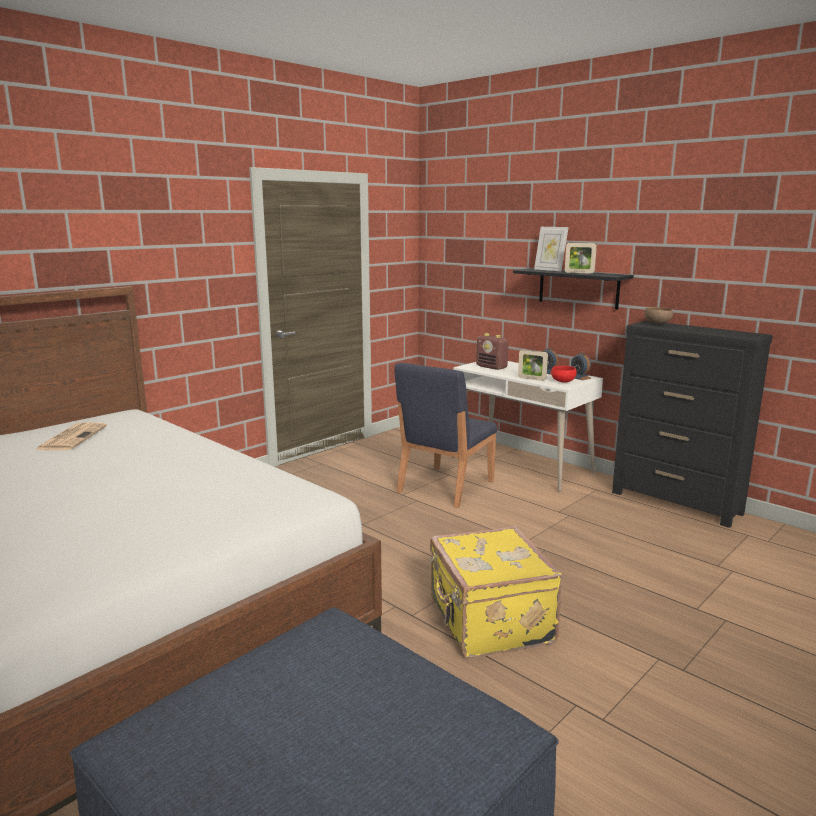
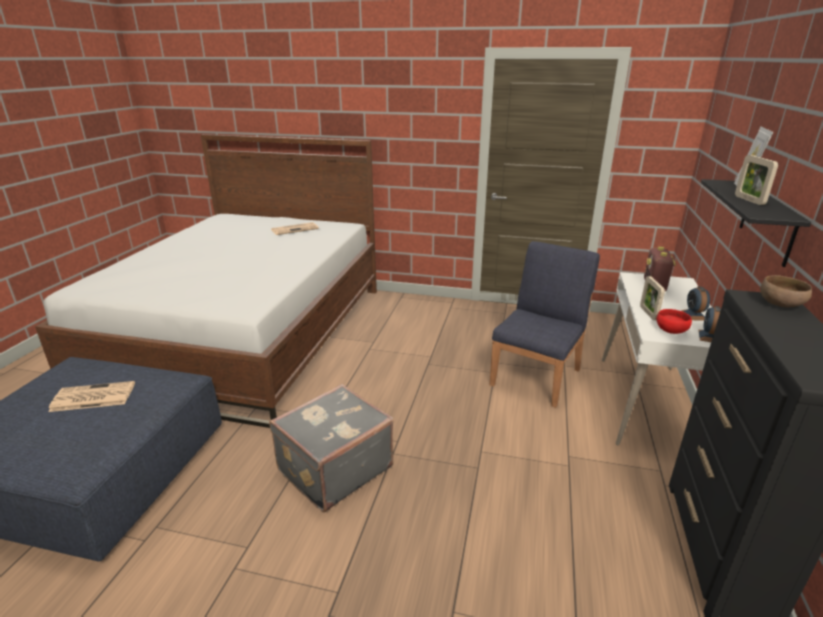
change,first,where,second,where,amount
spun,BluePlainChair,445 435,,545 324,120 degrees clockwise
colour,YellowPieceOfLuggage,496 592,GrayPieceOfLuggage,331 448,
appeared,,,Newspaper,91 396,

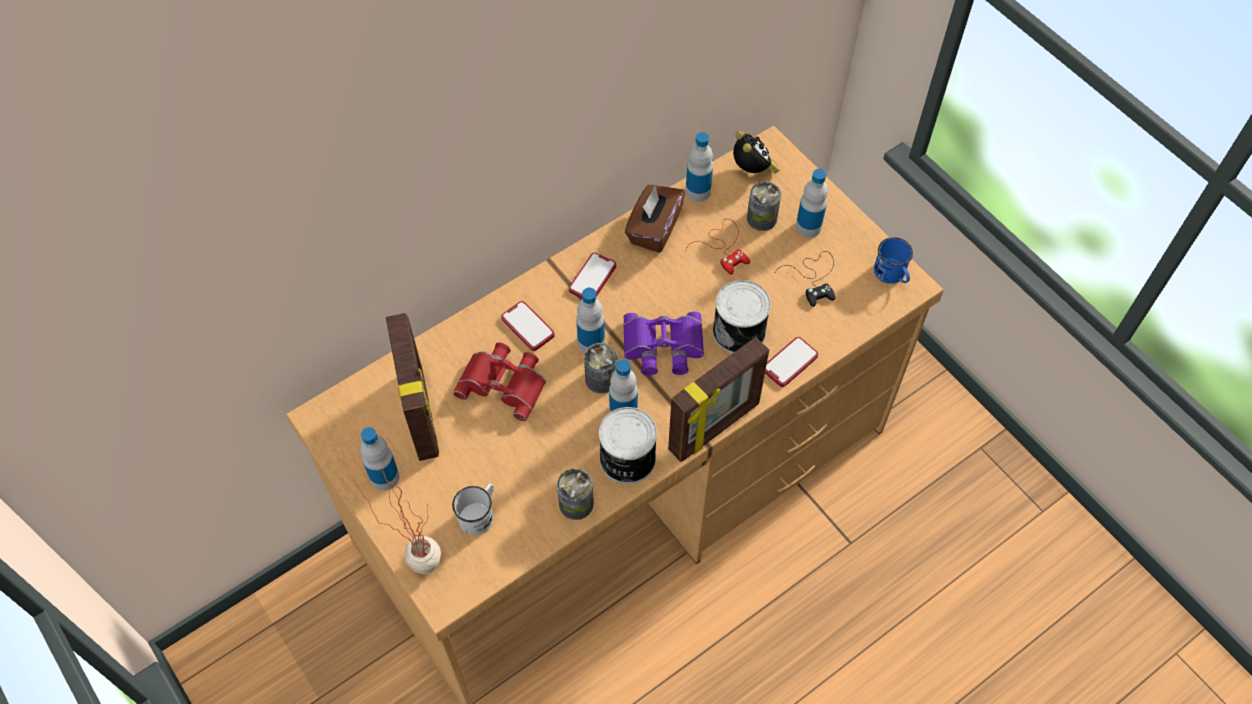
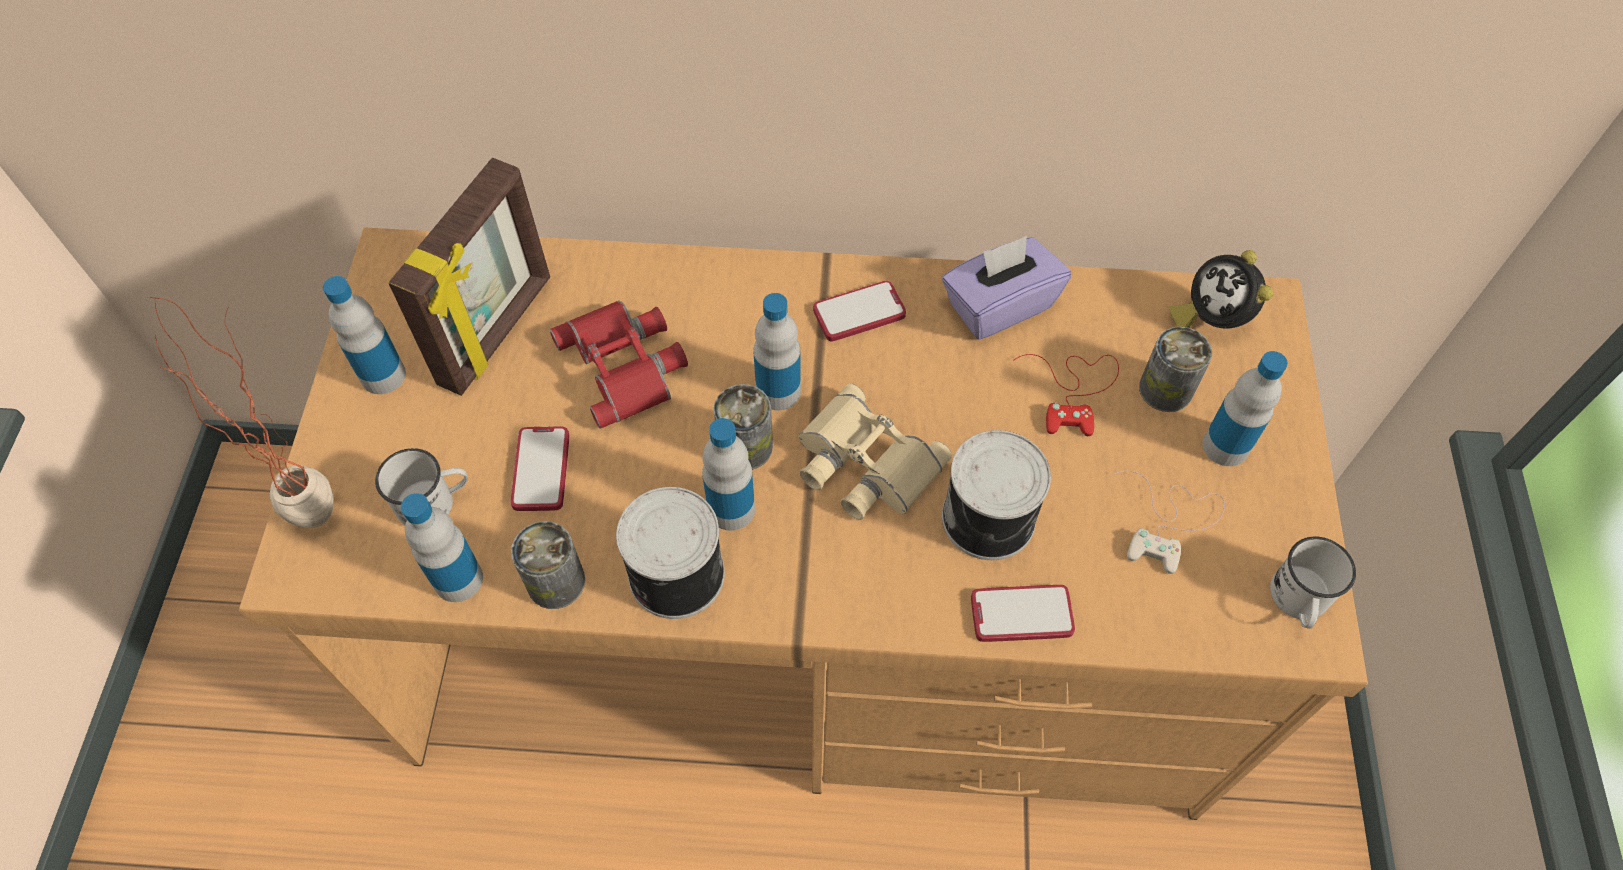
change,first,where,second,where,amount
relocated,Handset,528 326,,539 469,
colour,PurpleBinoculars,663 343,BeigeBinoculars,875 451,
colour,BrownishBoxOfTissues,655 219,PurpleBoxOfTissues,1006 288,
missing,StandingFrame,718 399,,,
relocated,BeverageBottle,699 167,,442 547,
spun,BedsideClock,756 152,,1221 289,135 degrees clockwise
colour,BlackishGameController,805 279,WhitishGameController,1169 522,
colour,BlueTeaMug,893 260,WhitishTeaMug,1313 583,

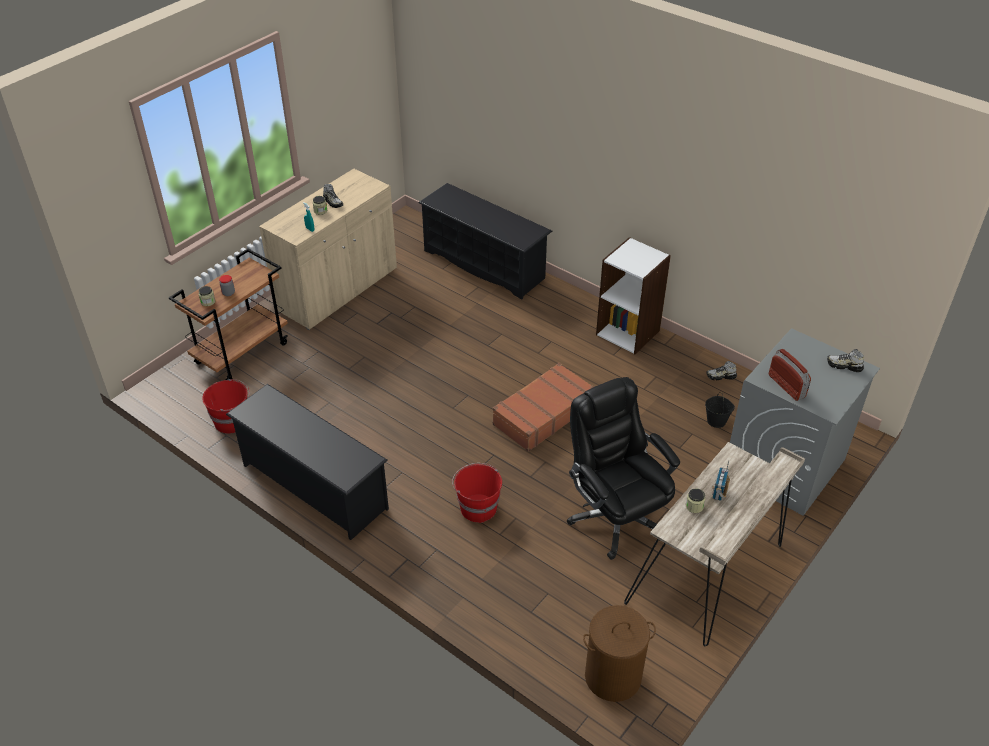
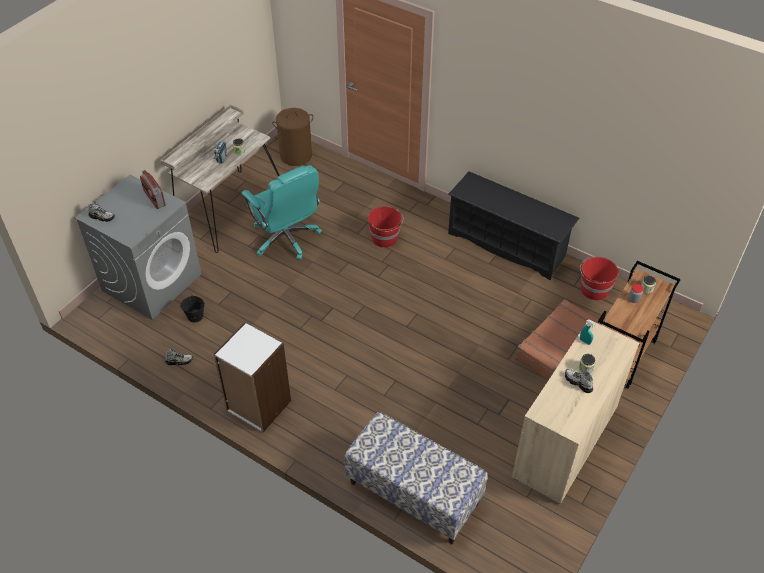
change,first,where,second,where,amount
exchanged,BlackishShoeShelf,485 241,IndoorBench,416 478,
relocated,BrownishPieceOfLuggage,543 407,,558 339,
colour,BlackishComputerChair,623 468,TurquoiseComputerChair,282 212,

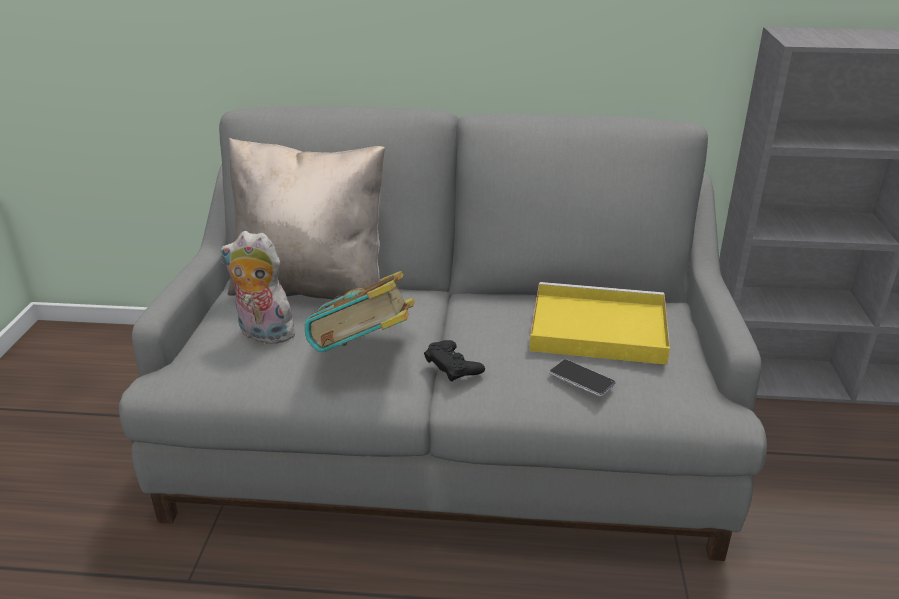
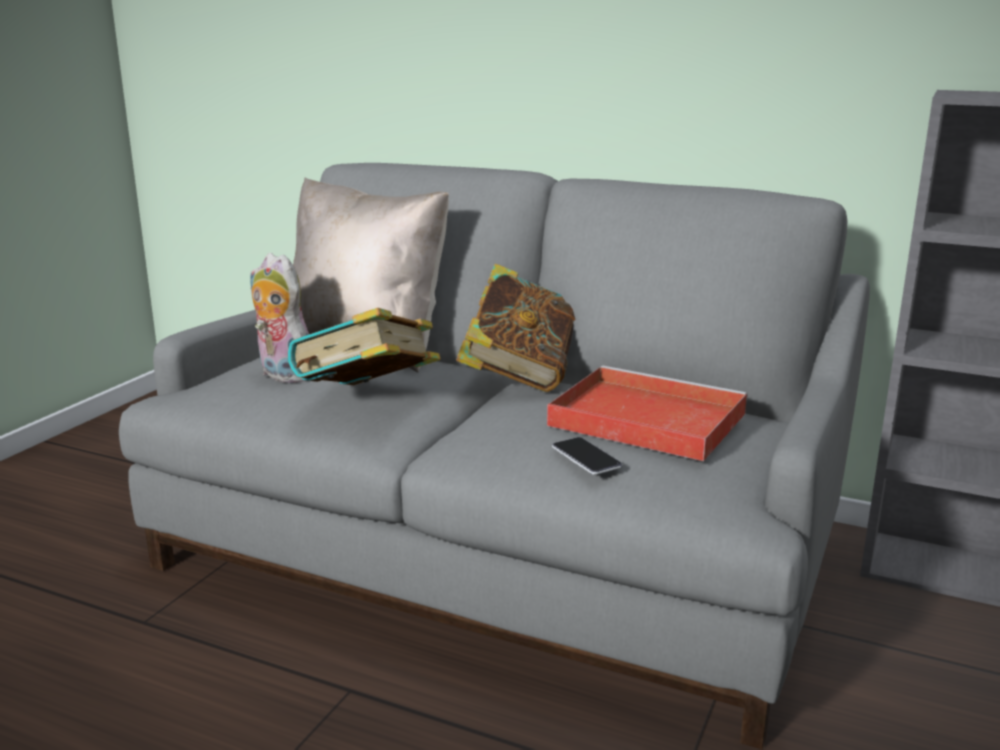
change,first,where,second,where,amount
missing,BlackishGameController,454 361,,,
colour,YellowCarryingTray,599 323,ReddishCarryingTray,647 413,
appeared,,,BoundBook,515 328,

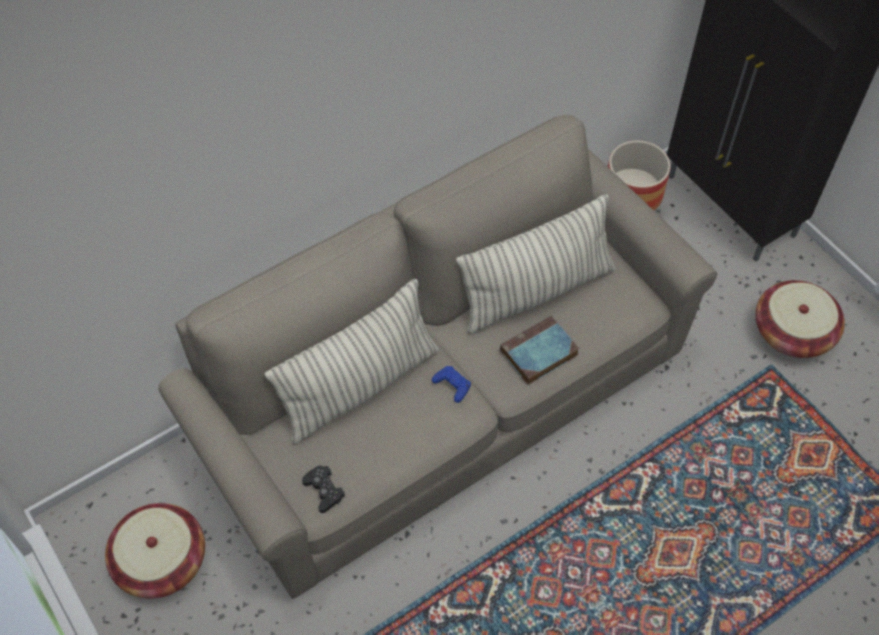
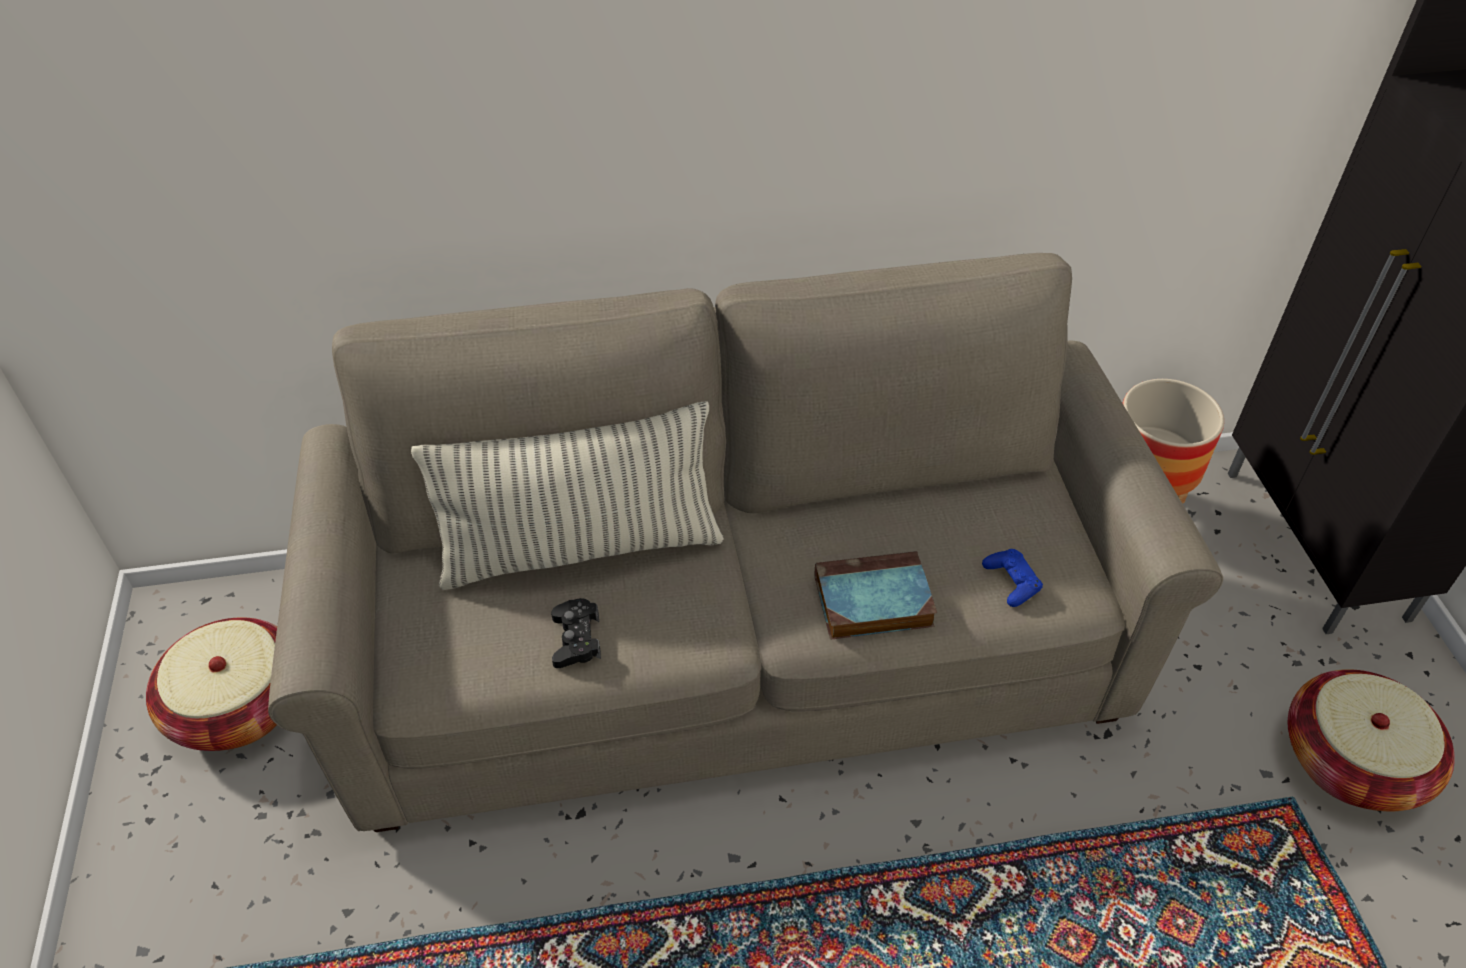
change,first,where,second,where,amount
relocated,BlackishGameController,323 489,,576 633,
relocated,BlueGameController,451 384,,1012 578,
missing,Cushion,535 264,,,

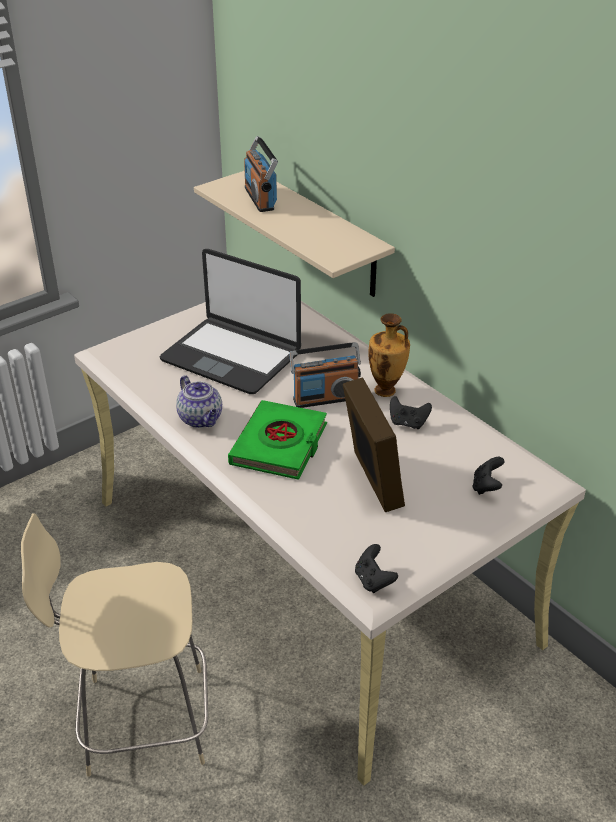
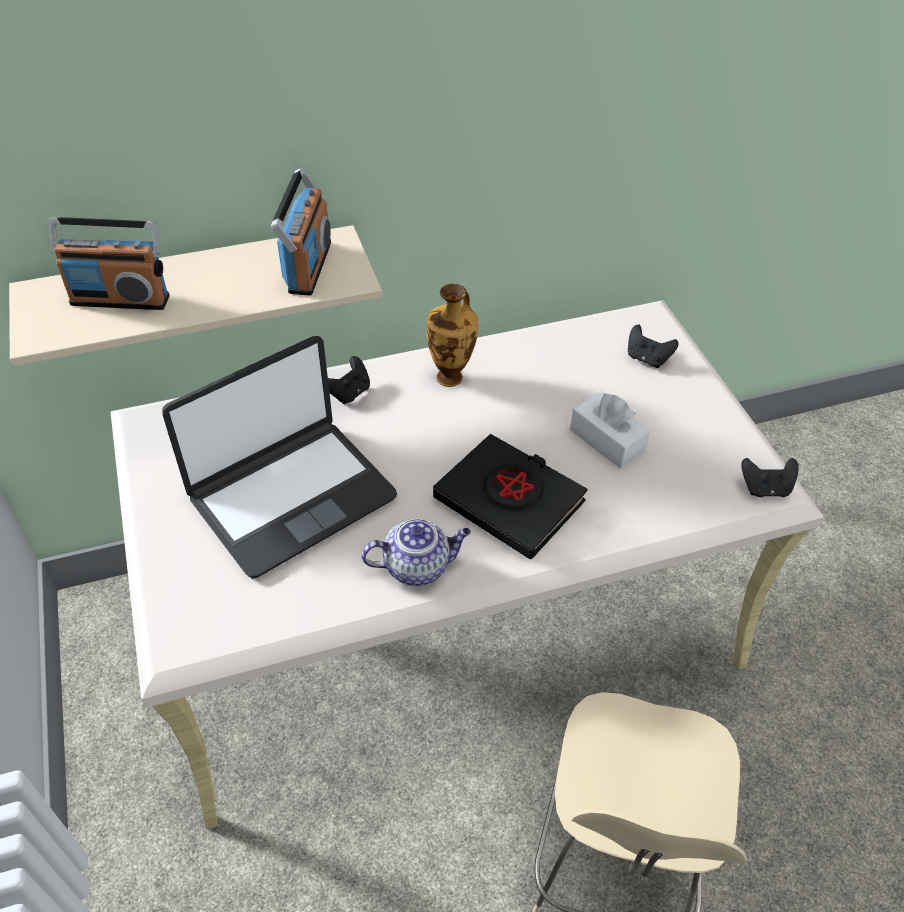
change,first,where,second,where,amount
colour,GreenColouredBoundBook,277 440,BlackishBoundBook,510 497,
relocated,RadioReceiver,325 375,,301 232,
exchanged,StandingFrame,374 444,WhitishBoxOfTissues,610 430,
relocated,BlackishGameController,411 412,,349 380,

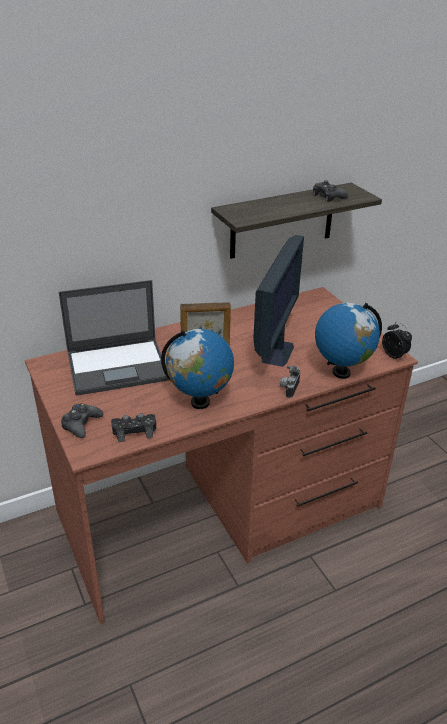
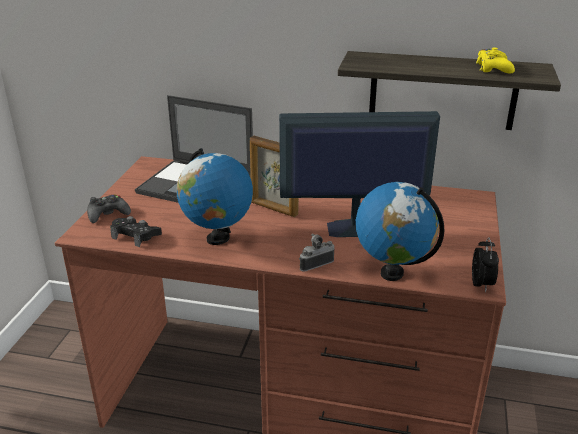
change,first,where,second,where,amount
spun,ComputerScreen,278 301,,359 174,150 degrees counterclockwise
colour,BlackishGameController,331 191,YellowGameController,495 60,

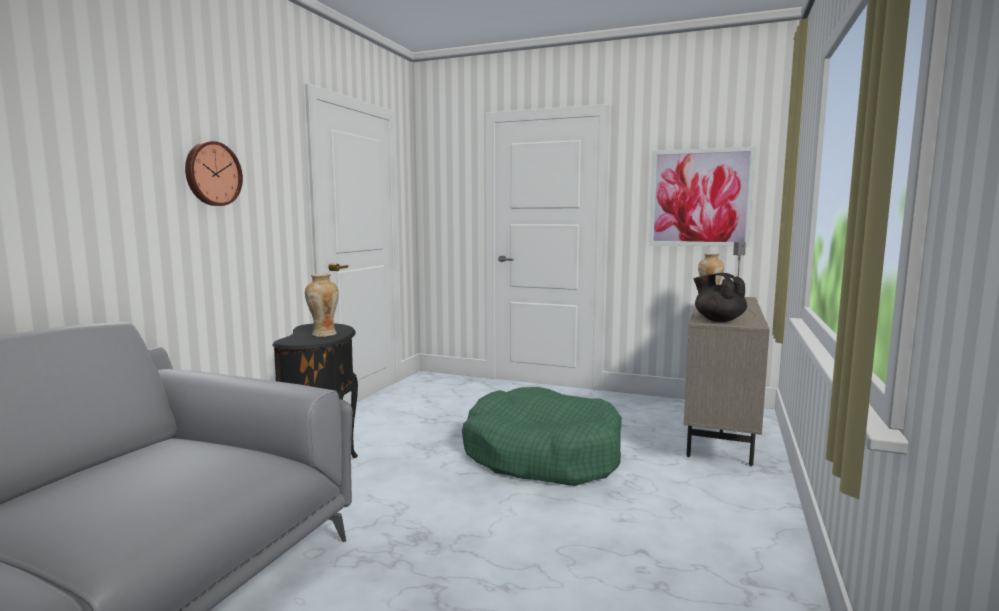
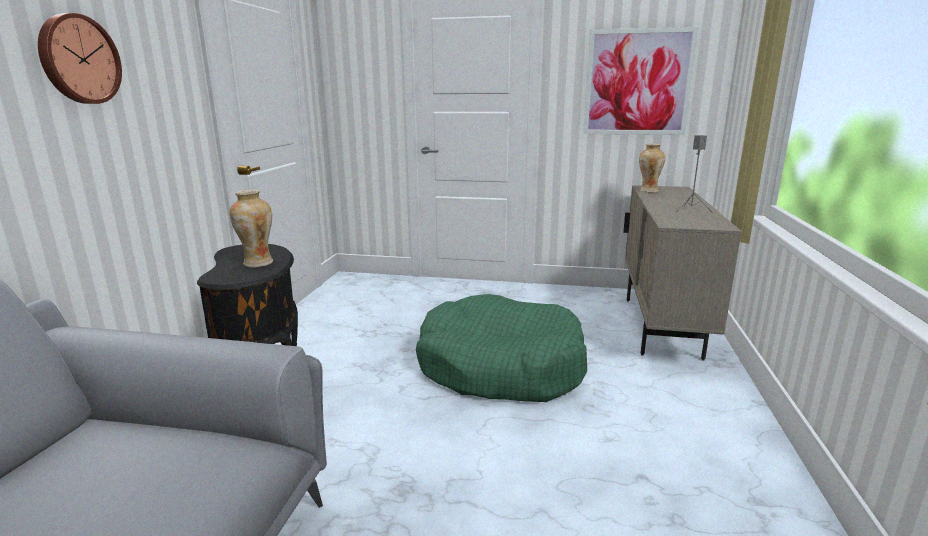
change,first,where,second,where,amount
missing,BlackishTeaPot,720 297,,,

